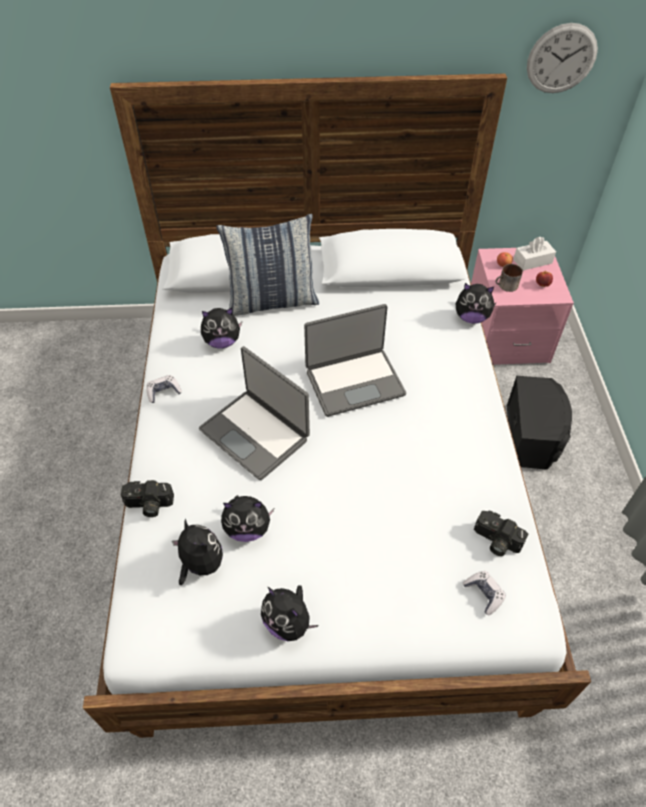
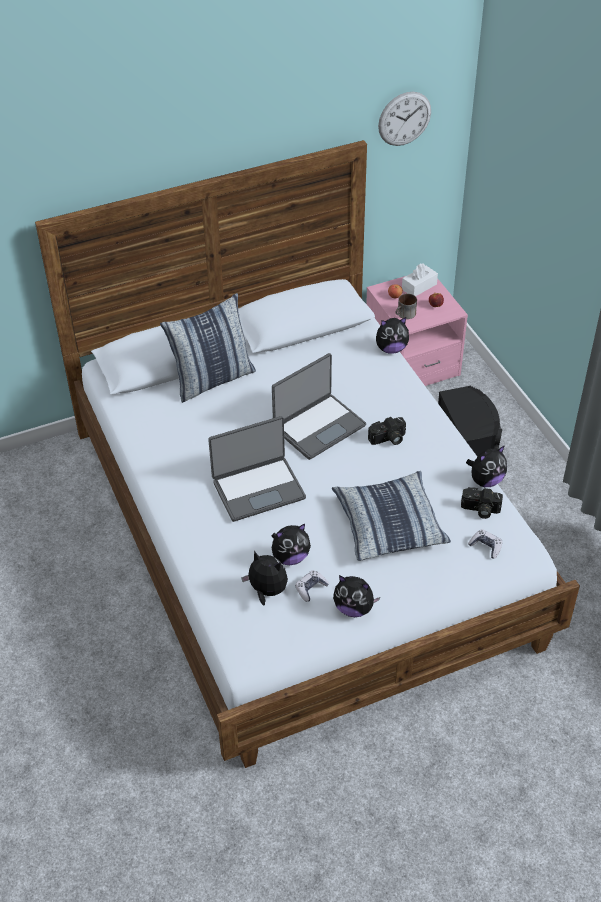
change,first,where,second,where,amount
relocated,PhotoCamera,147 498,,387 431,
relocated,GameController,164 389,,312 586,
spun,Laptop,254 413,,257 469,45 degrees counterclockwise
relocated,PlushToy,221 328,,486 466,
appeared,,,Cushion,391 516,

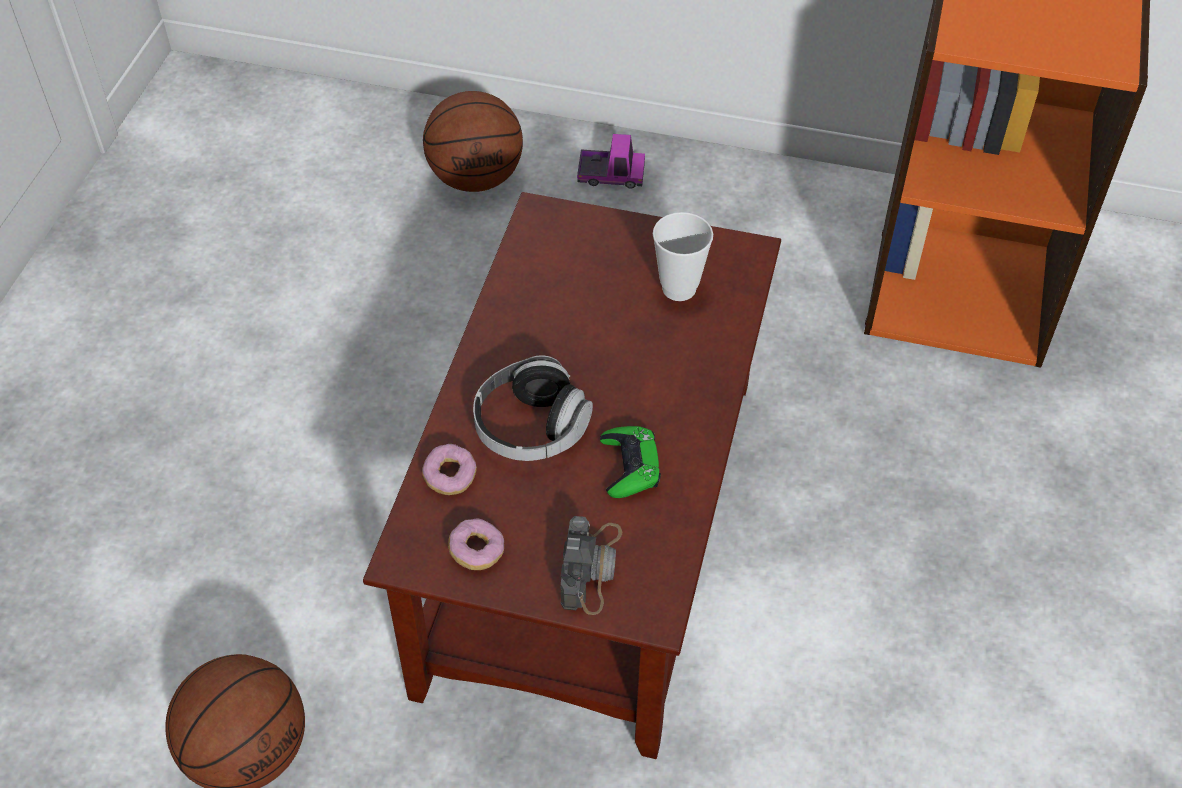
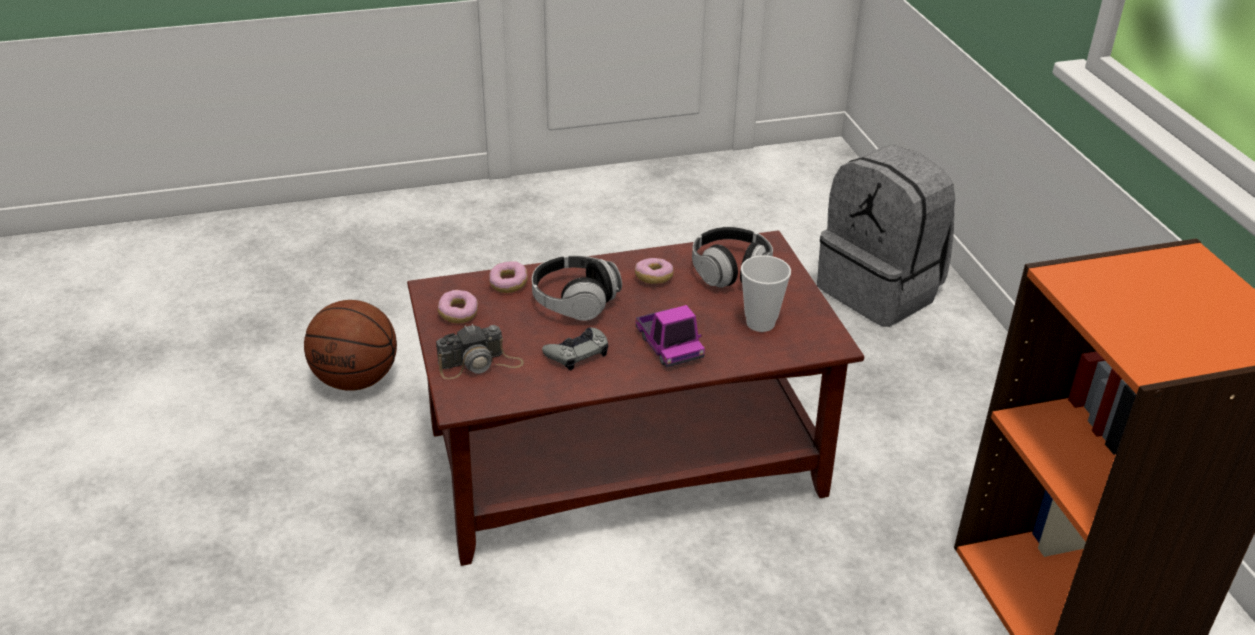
change,first,where,second,where,amount
exchanged,BasketballBall,473 141,GrayKnapsack,886 236,
relocated,ModelTruck,611 161,,670 336,
colour,GreenColouredGameController,630 462,GrayGameController,575 348,
appeared,,,Donut,654 271,
appeared,,,Headphones,732 257,

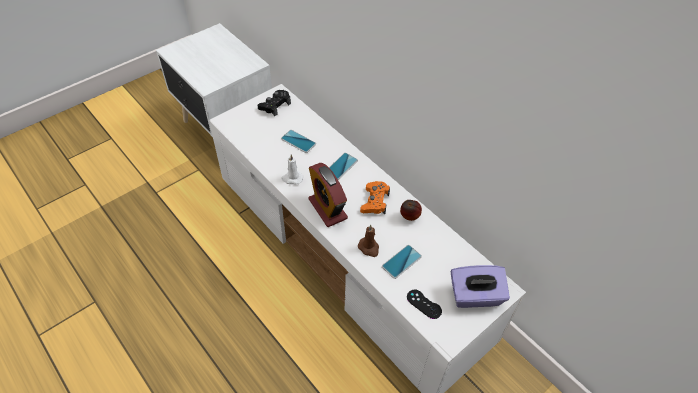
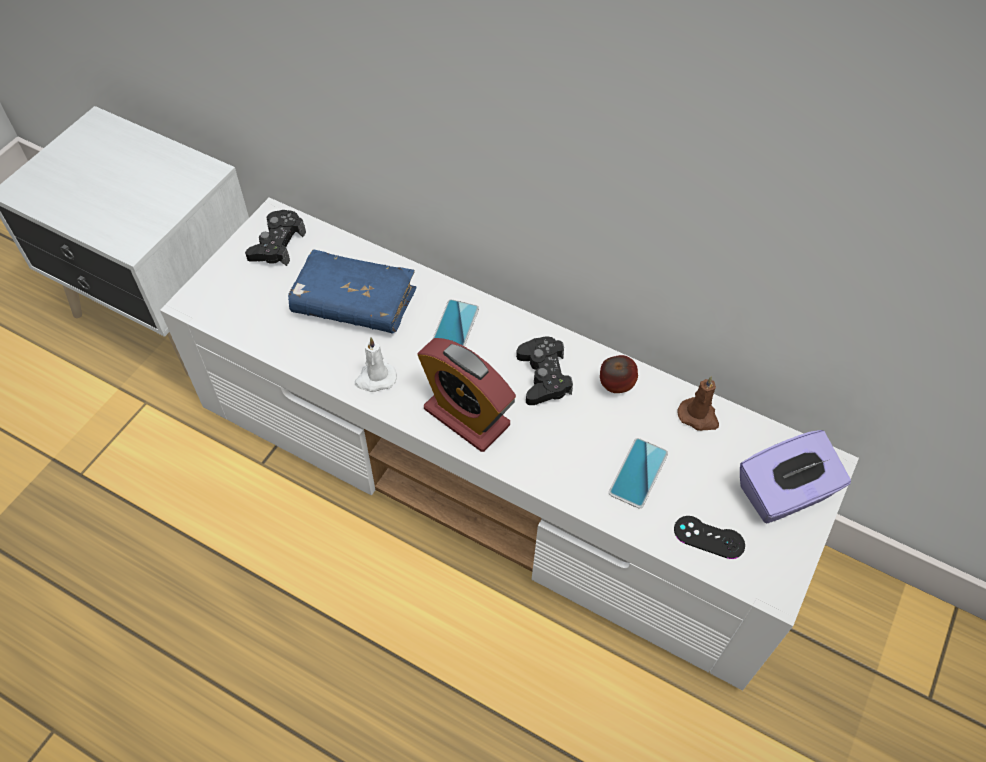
change,first,where,second,where,amount
exchanged,Handset,298 141,BlueBoundBook,352 291,
relocated,BrownishWaxLight,368 240,,698 403,
colour,OrangeyGameController,375 197,BlackishGameController,544 370,

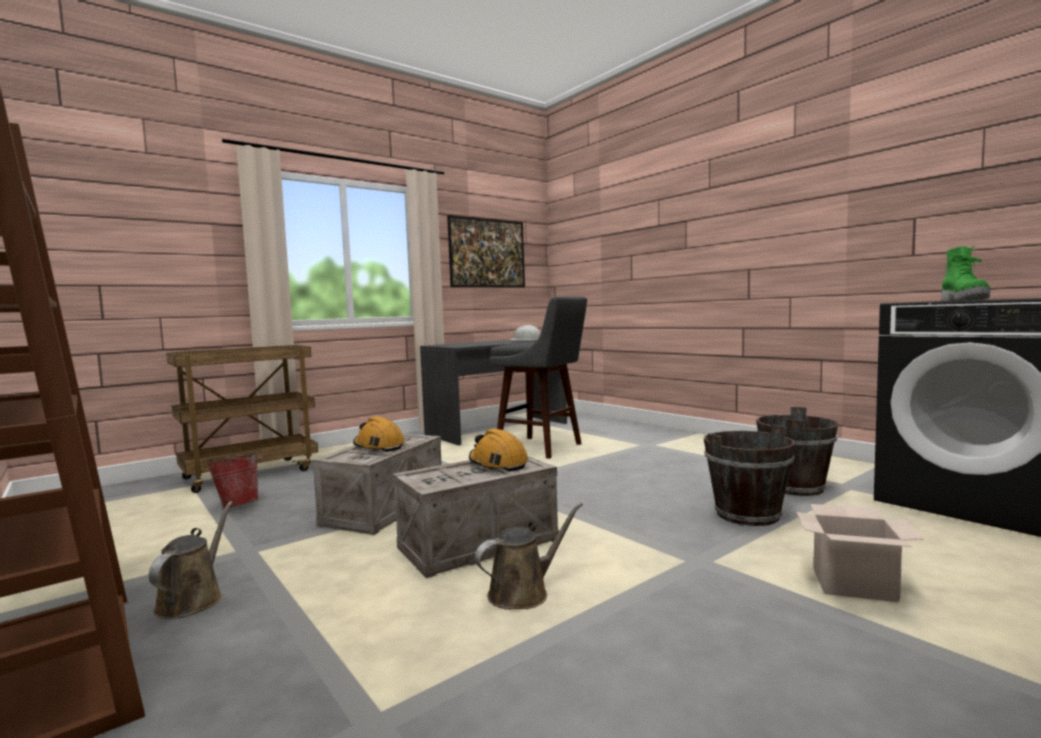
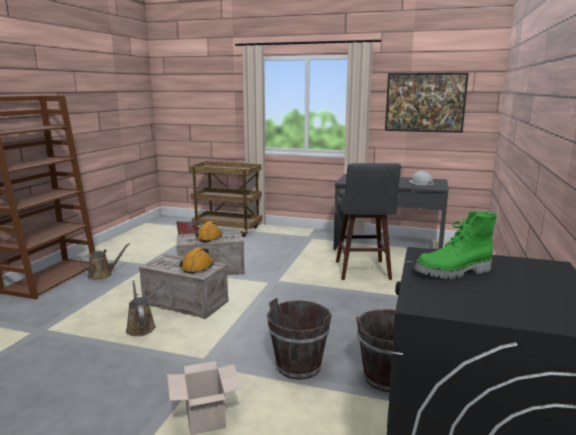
change,first,where,second,where,amount
spun,BrownishWateringPot,529 556,,141 308,135 degrees counterclockwise

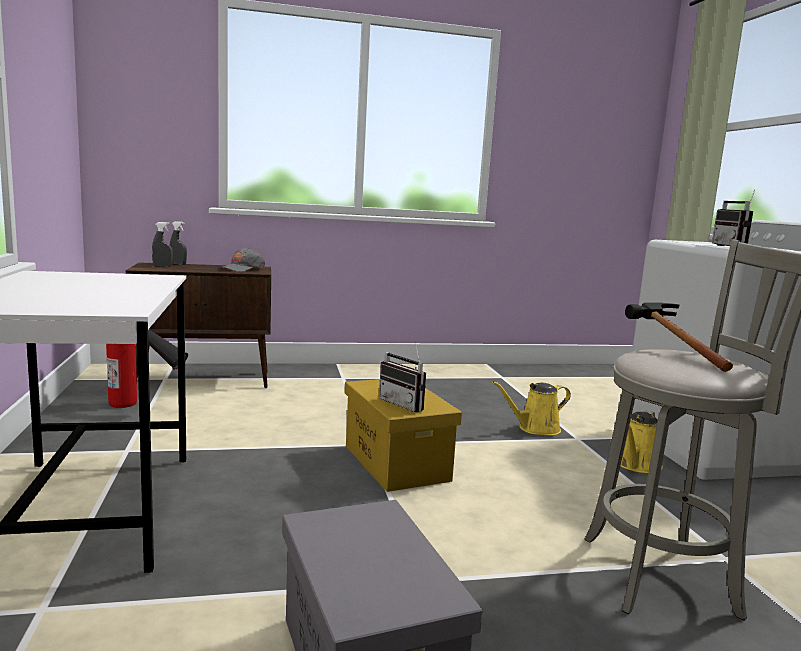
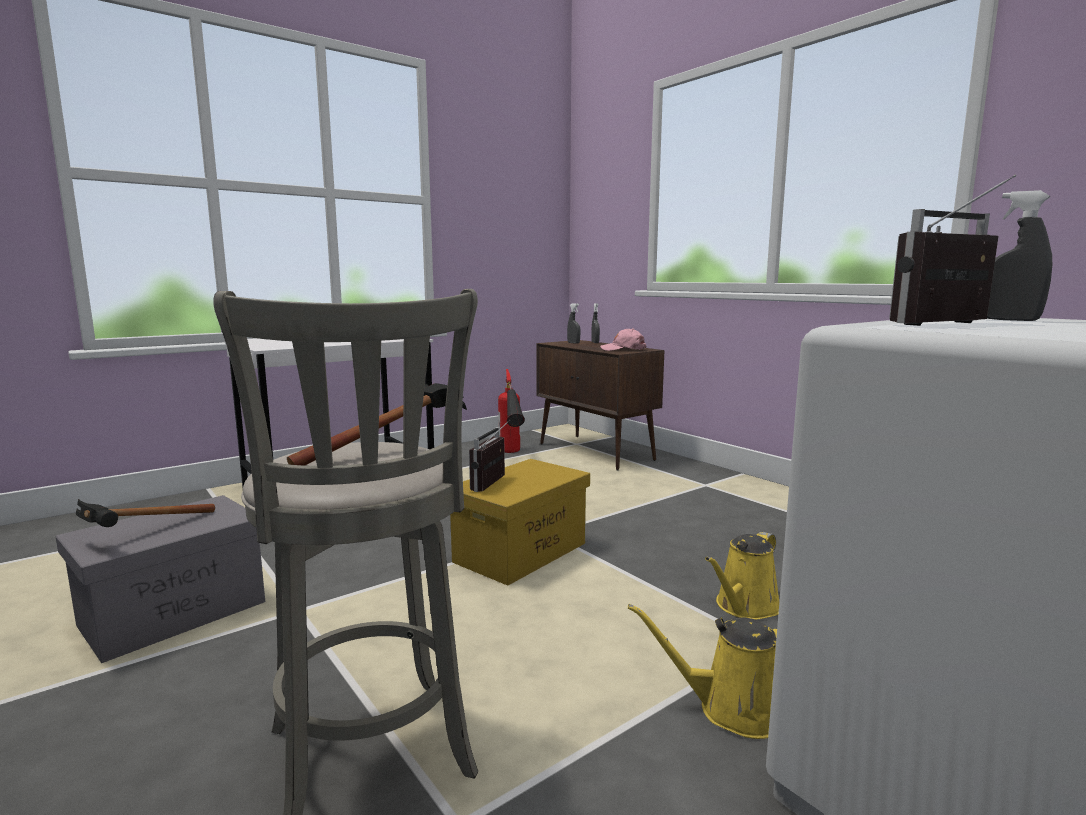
change,first,where,second,where,amount
colour,GrayCap,242 260,PinkColouredCap,623 339,
spun,YellowWateringPot,532 408,,742 576,90 degrees counterclockwise
appeared,,,ToolHammer,145 513,
appeared,,,GrayHandSprayer,1019 255,

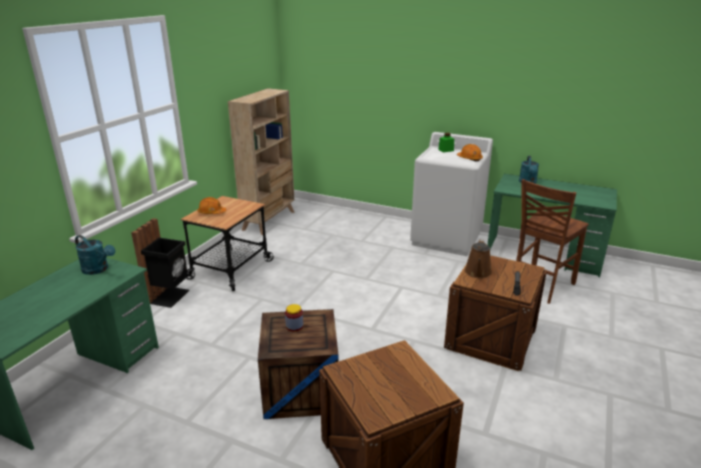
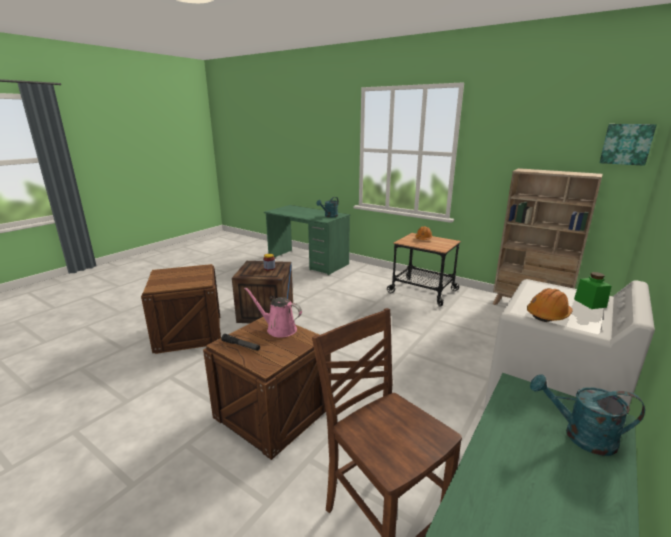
change,first,where,second,where,amount
missing,BlackishWasteBin,160 263,,,
colour,BrownishWateringPot,478 259,PinkColouredWateringPot,273 312,
appeared,,,Picture,628 145,

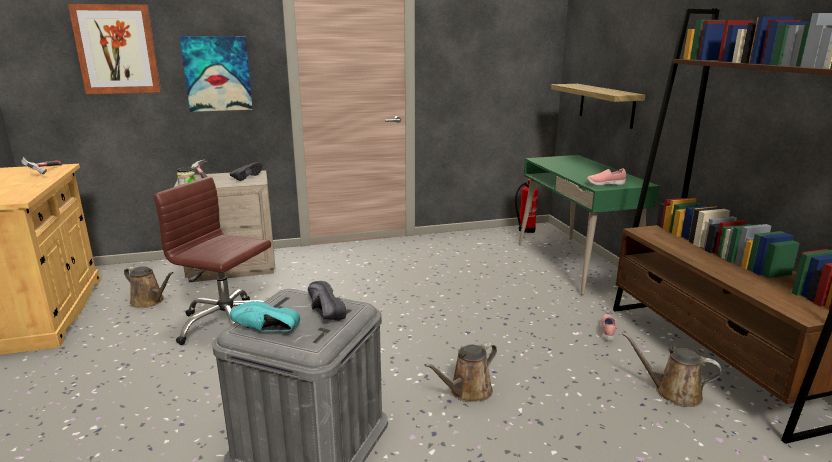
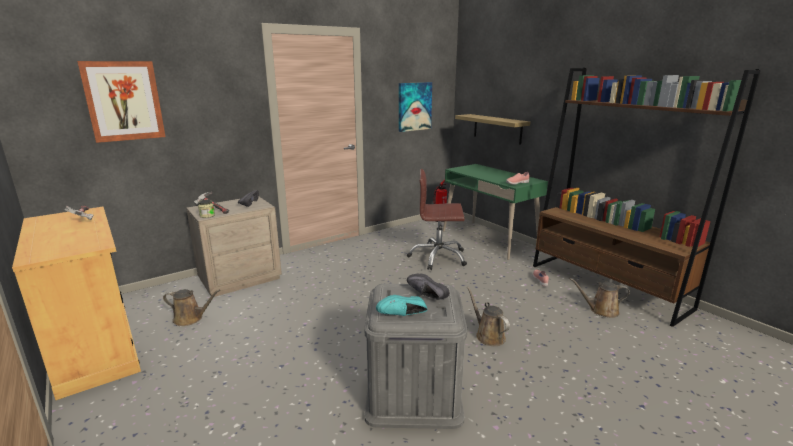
change,first,where,second,where,amount
relocated,BrownishComputerChair,212 261,,437 219,
relocated,Picture,216 74,,415 107,
spun,BrownishWateringPot,460 372,,488 316,120 degrees clockwise

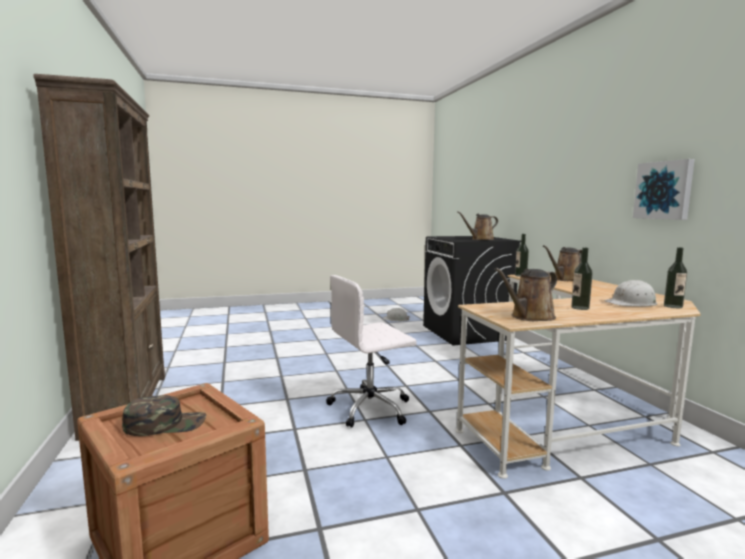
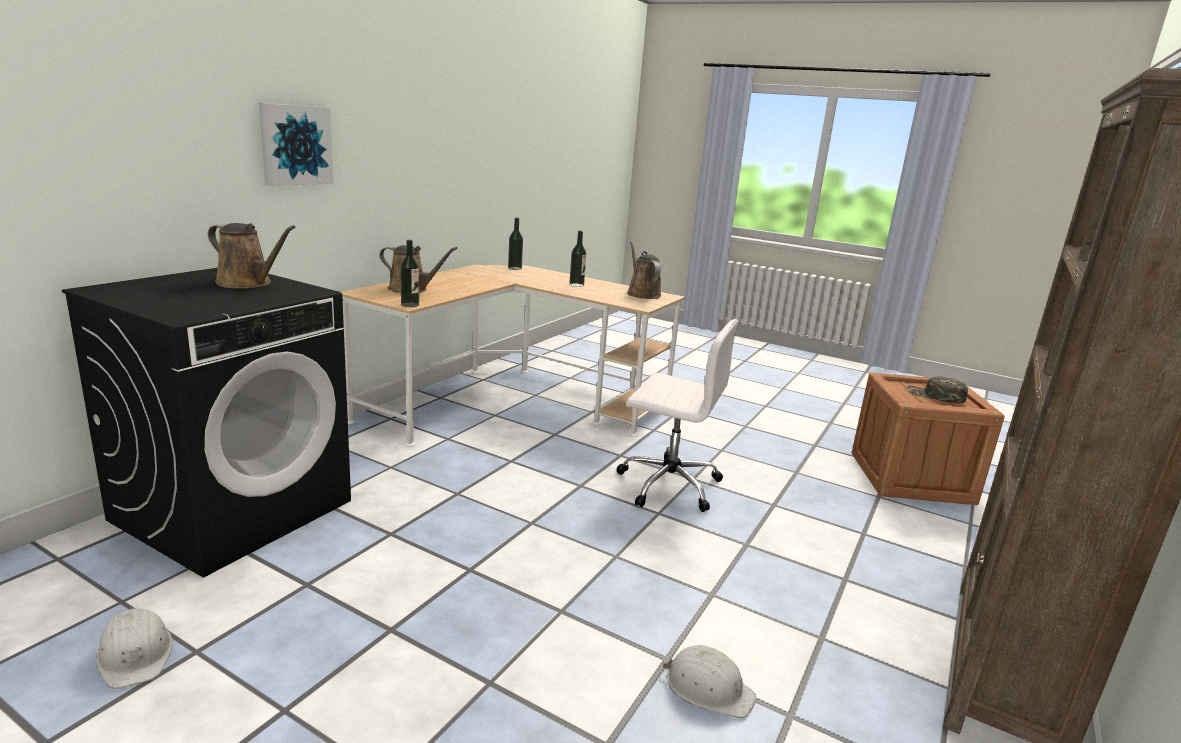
change,first,where,second,where,amount
spun,BrownishWateringPot,526 294,,644 270,120 degrees counterclockwise
relocated,WhitishHardHat,631 293,,709 681,
relocated,Picture,664 189,,296 144,

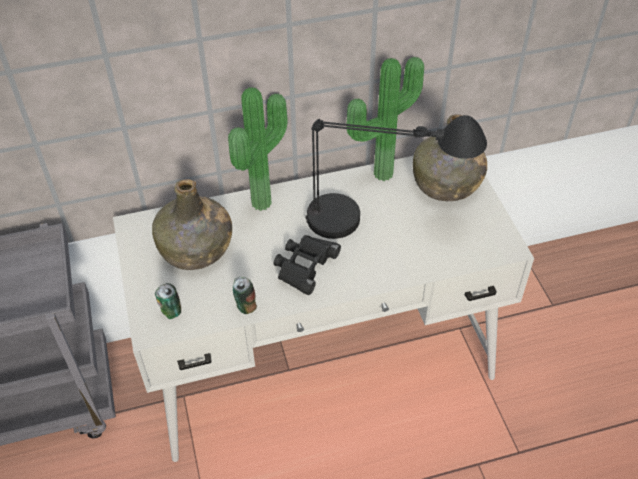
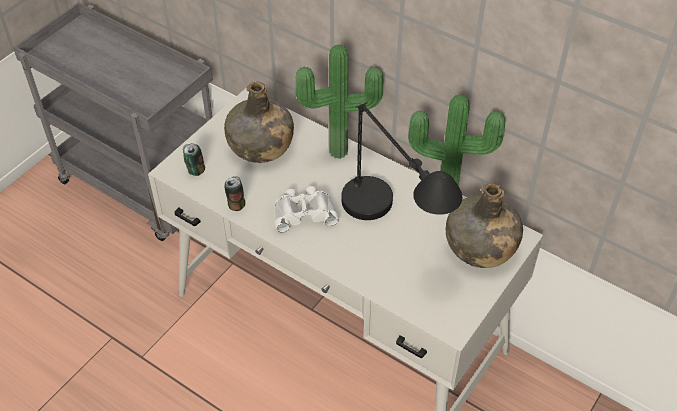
change,first,where,second,where,amount
colour,BlackishBinoculars,307 265,WhitishBinoculars,307 209,

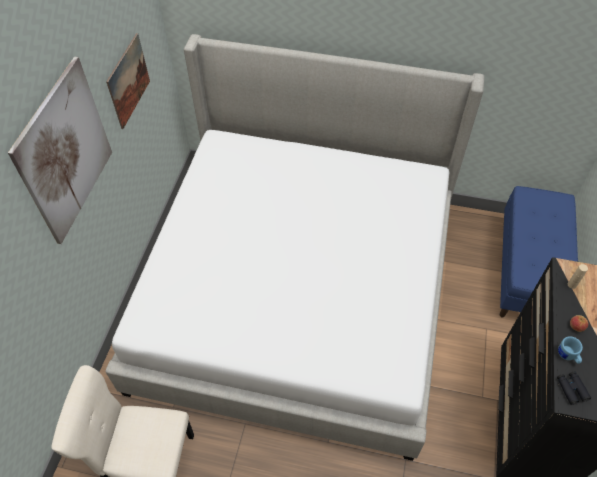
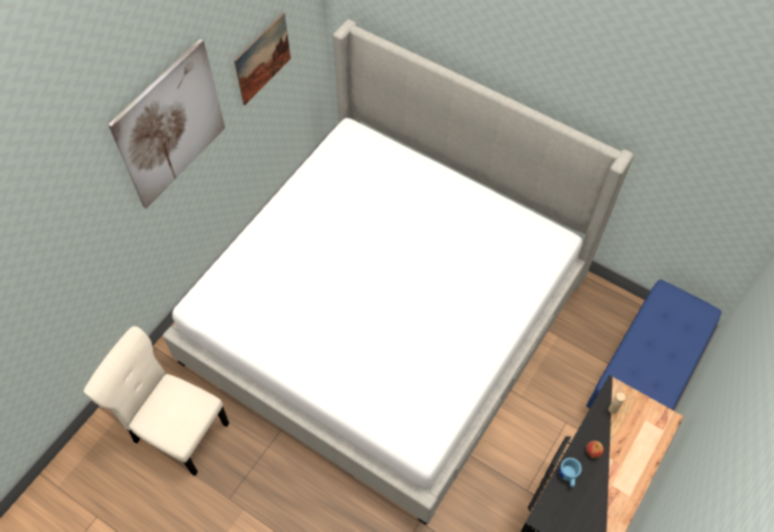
change,first,where,second,where,amount
missing,BlackishBinoculars,574 388,,,

